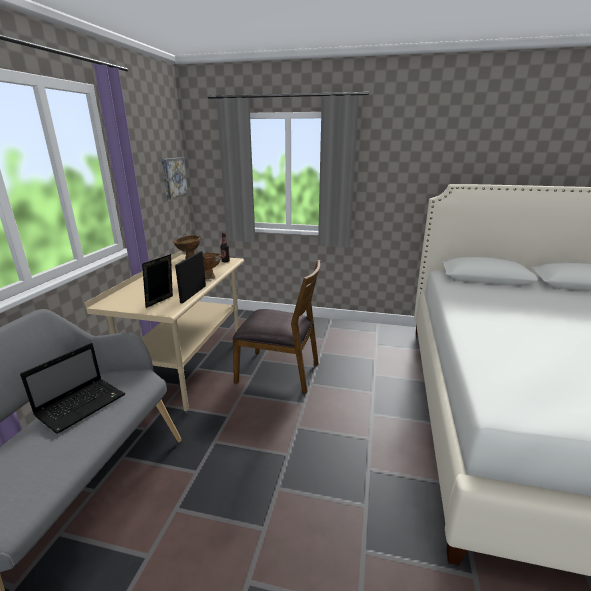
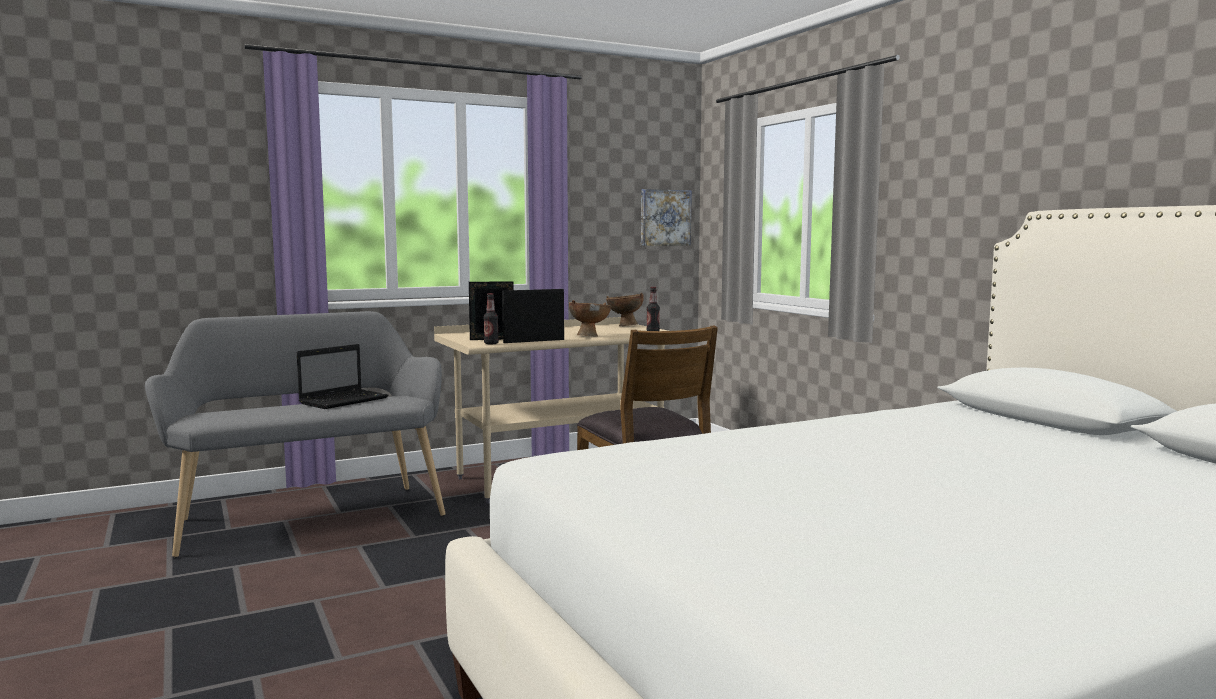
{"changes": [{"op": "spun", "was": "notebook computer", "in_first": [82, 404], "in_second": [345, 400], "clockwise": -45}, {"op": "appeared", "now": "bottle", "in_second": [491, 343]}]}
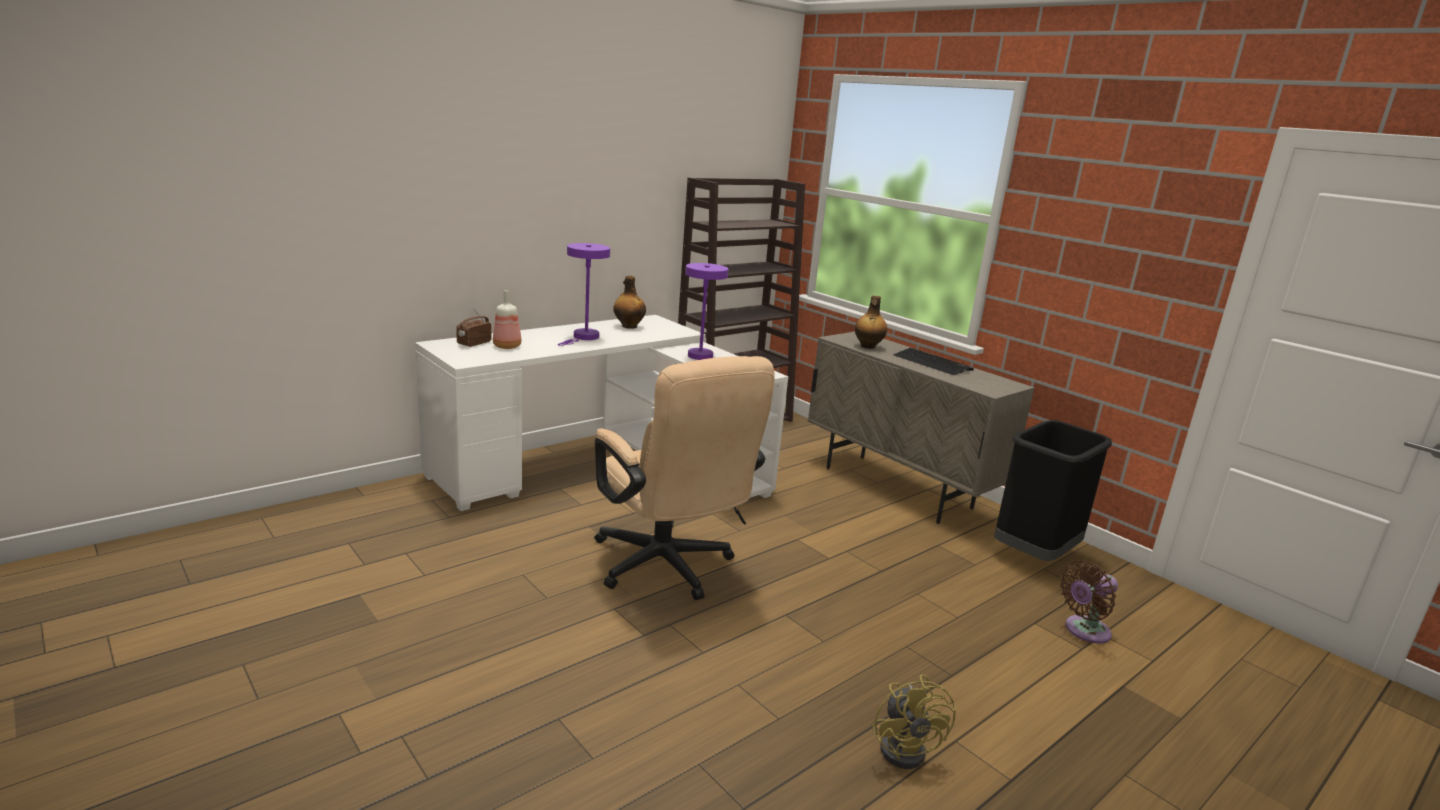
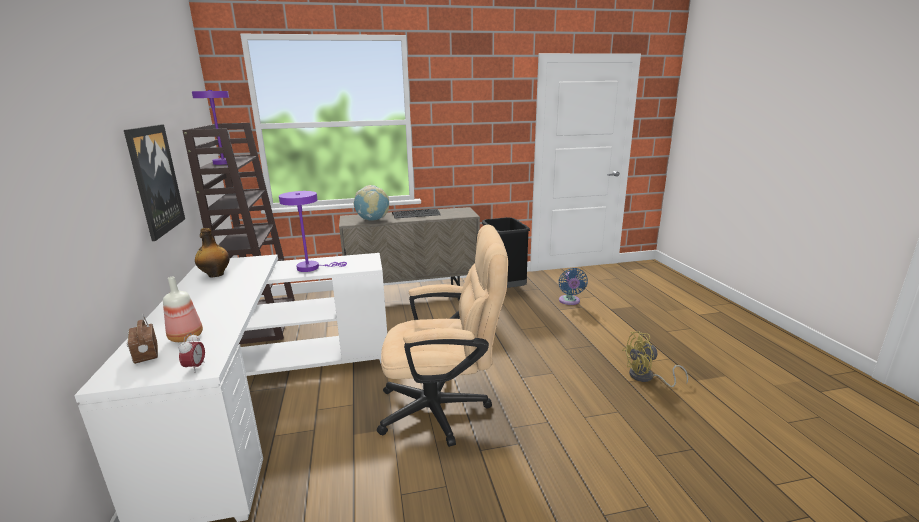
{"changes": [{"op": "relocated", "was": "purplish lamp for a table", "in_first": [584, 337], "in_second": [225, 163]}, {"op": "exchanged", "was": "bottle", "now": "globe", "in_first": [867, 346], "in_second": [373, 220]}, {"op": "colour", "was": "brownish cooling fan", "now": "bluish cooling fan", "in_first": [1084, 631], "in_second": [569, 301]}, {"op": "spun", "was": "yellow-coloured cooling fan", "in_first": [907, 748], "in_second": [646, 378], "clockwise": 150}, {"op": "appeared", "now": "wall art", "in_second": [154, 180]}, {"op": "appeared", "now": "alarm clock", "in_second": [195, 367]}]}
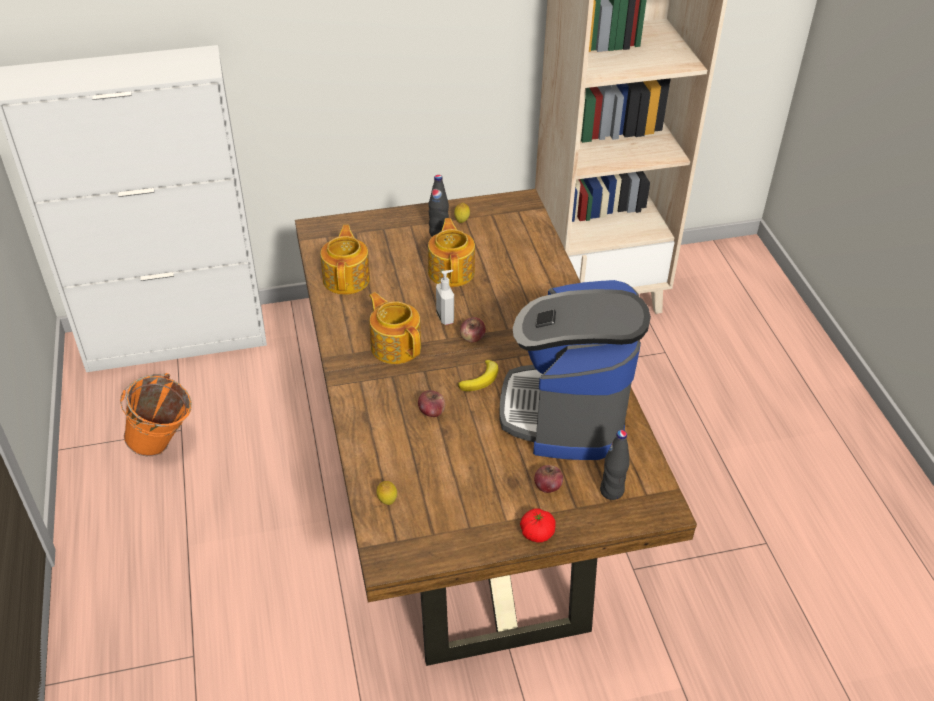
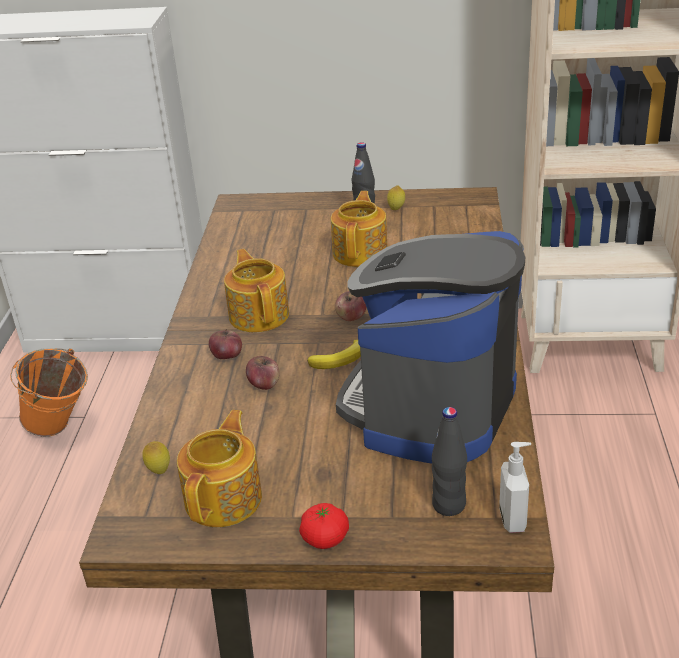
{"changes": [{"op": "relocated", "was": "teapot", "in_first": [347, 278], "in_second": [225, 498]}, {"op": "relocated", "was": "soap dispenser", "in_first": [445, 317], "in_second": [514, 519]}, {"op": "relocated", "was": "apple fruit", "in_first": [547, 486], "in_second": [227, 356]}]}
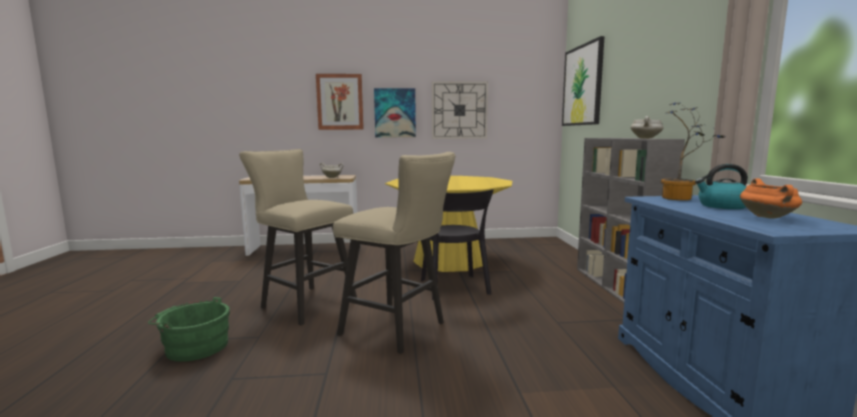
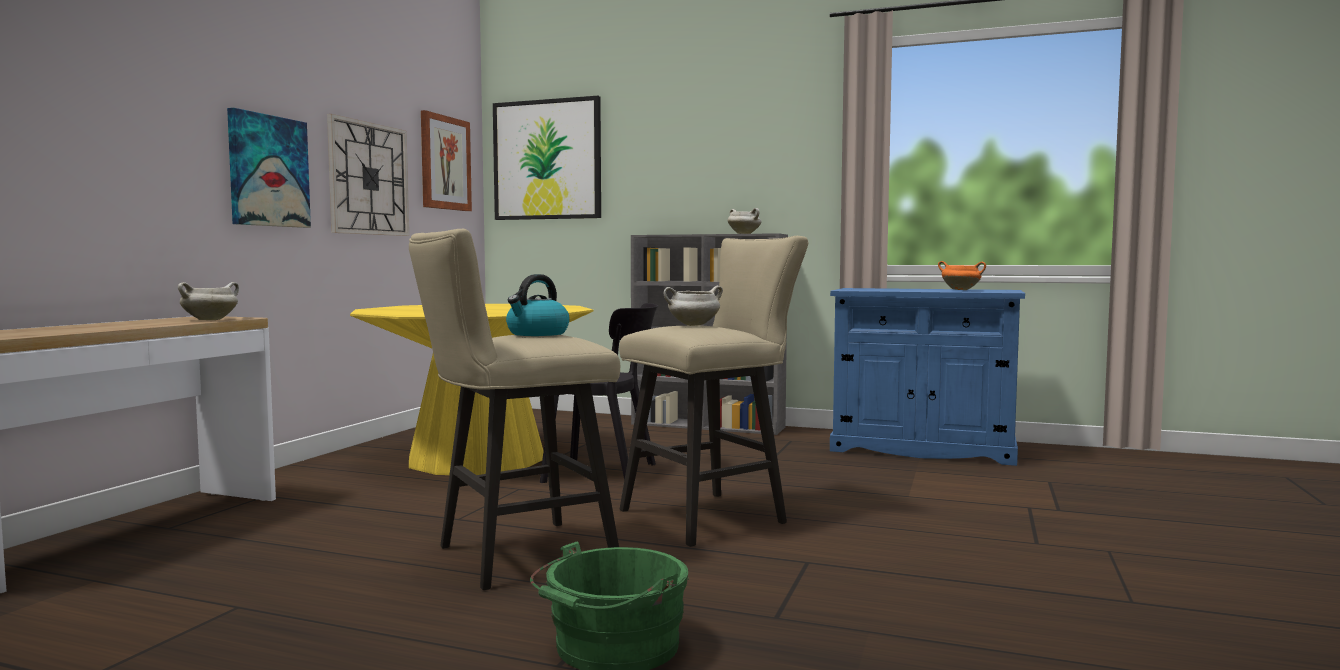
{"changes": [{"op": "relocated", "was": "wall art", "in_first": [340, 102], "in_second": [445, 163]}, {"op": "missing", "was": "plant in a pot", "in_first": [681, 198]}, {"op": "relocated", "was": "water kettle", "in_first": [722, 206], "in_second": [537, 334]}, {"op": "appeared", "now": "whitish stockpot", "in_second": [693, 325]}]}
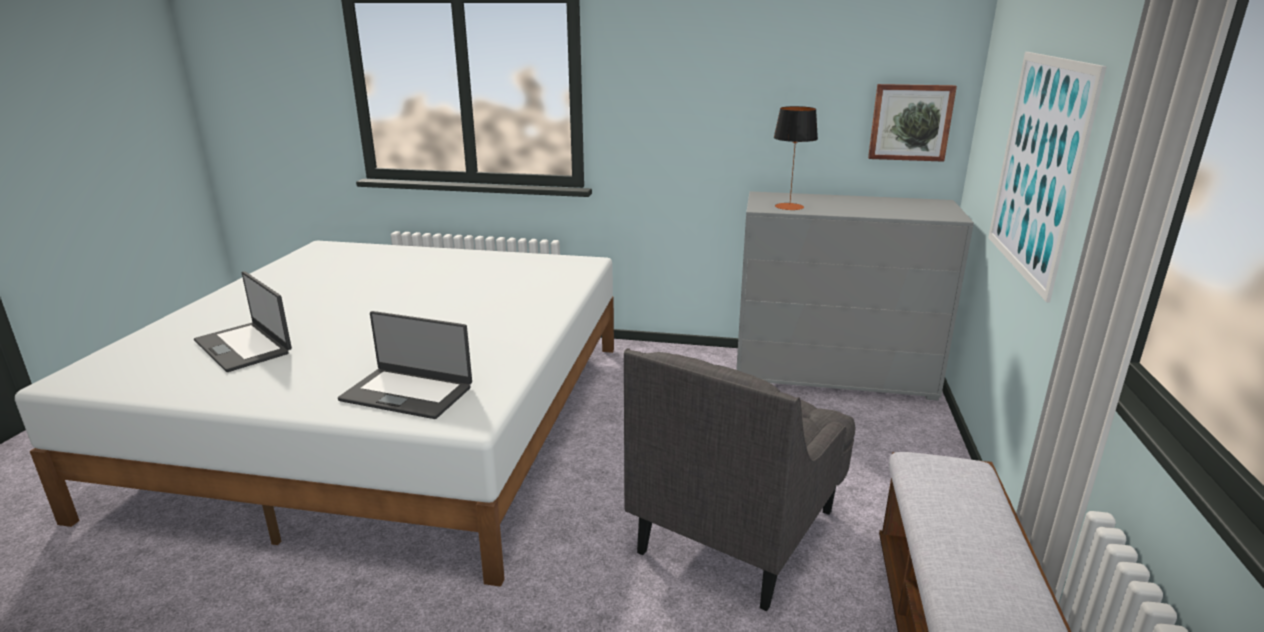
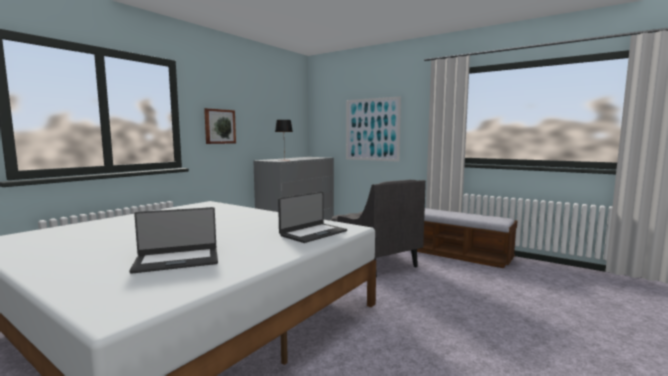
{"changes": [{"op": "relocated", "was": "wall art", "in_first": [910, 122], "in_second": [219, 126]}]}
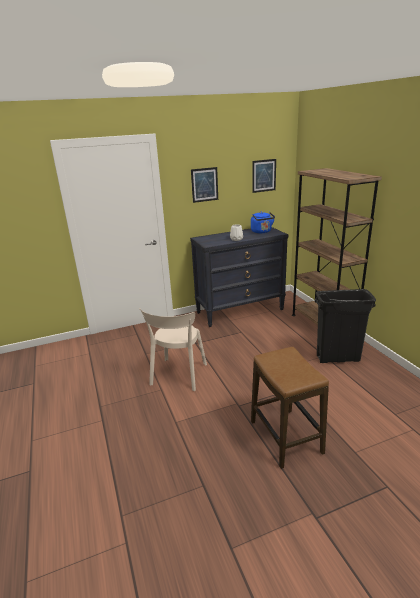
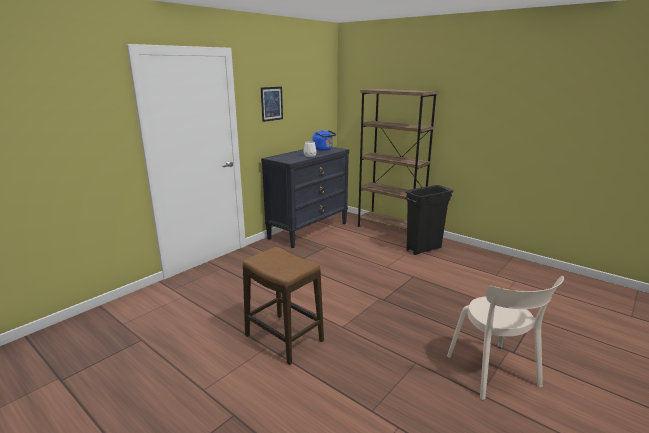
{"changes": [{"op": "missing", "was": "wall art", "in_first": [264, 175]}, {"op": "relocated", "was": "beige-coloured plain chair", "in_first": [178, 376], "in_second": [494, 373]}, {"op": "relocated", "was": "sitting stool", "in_first": [285, 437], "in_second": [283, 338]}]}
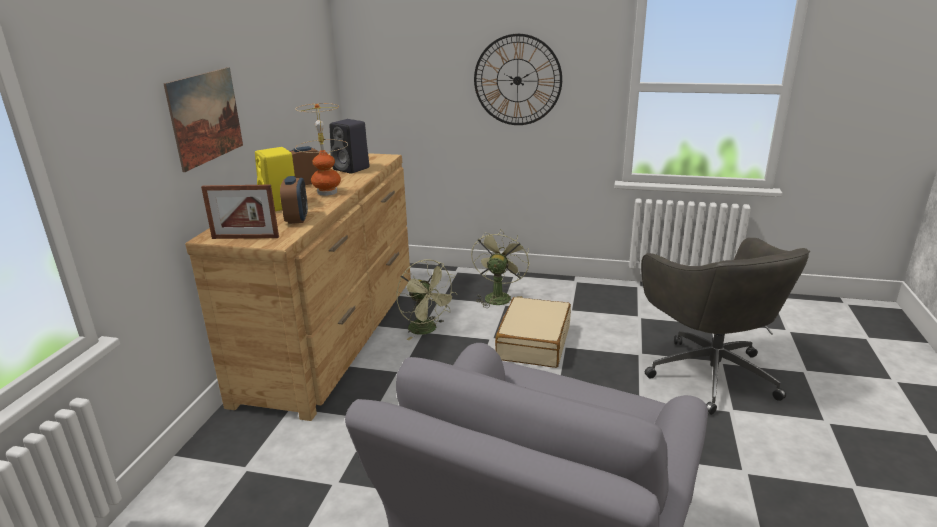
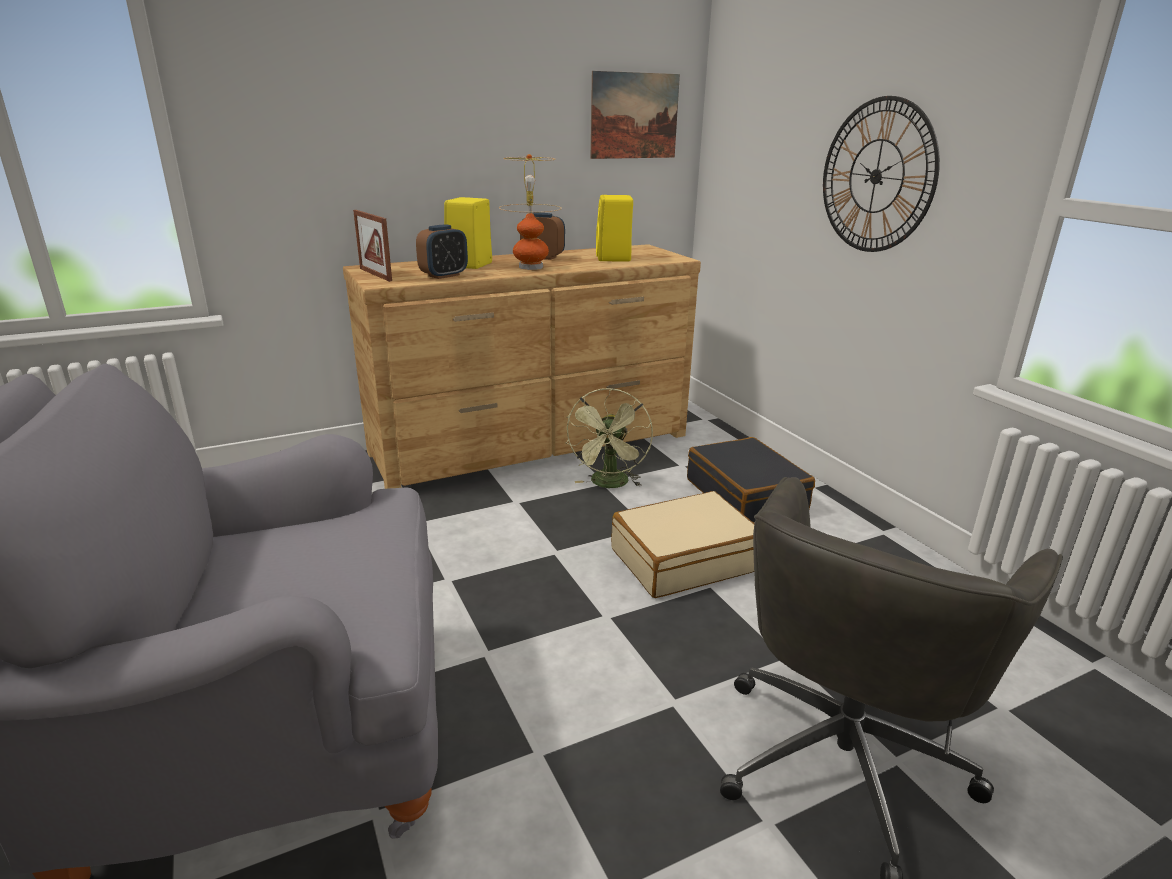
{"changes": [{"op": "relocated", "was": "wall art", "in_first": [206, 117], "in_second": [634, 116]}, {"op": "colour", "was": "blackish speaker", "now": "yellow-coloured speaker", "in_first": [352, 169], "in_second": [614, 258]}, {"op": "exchanged", "was": "green-coloured cooling fan", "now": "blackish piece of luggage", "in_first": [498, 296], "in_second": [746, 495]}]}
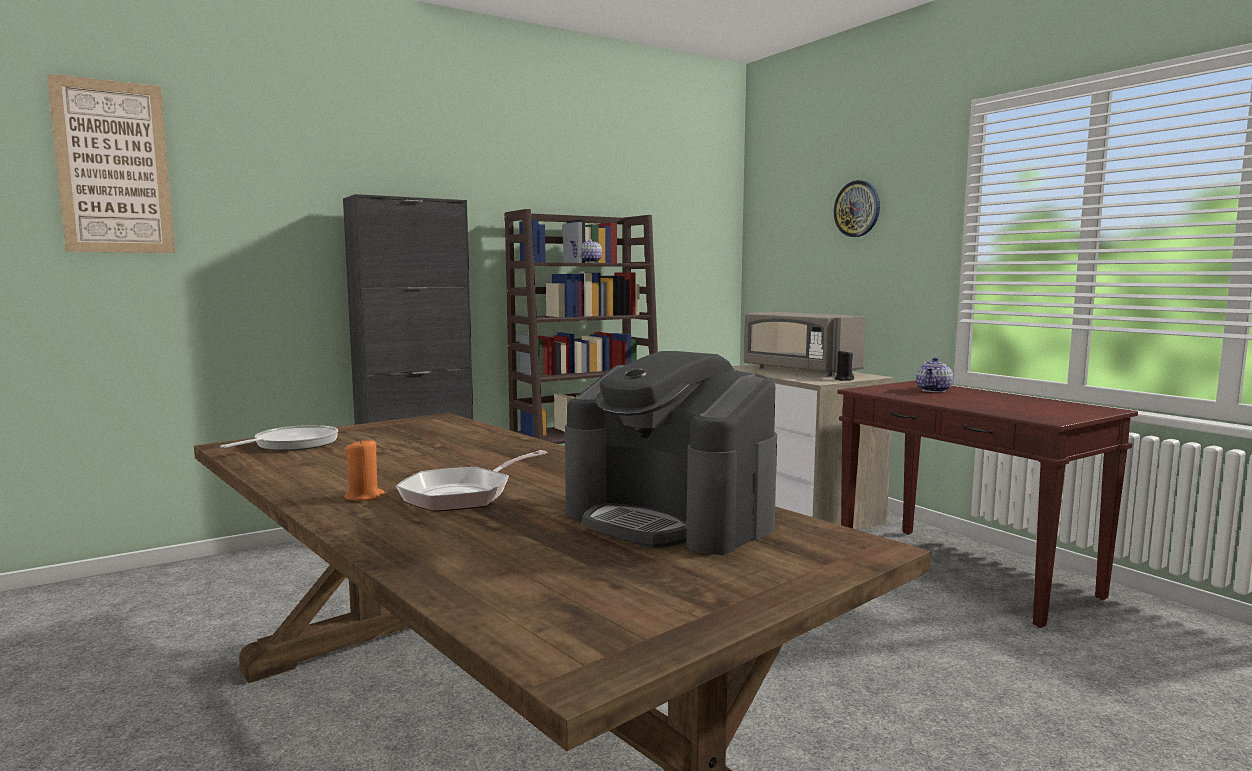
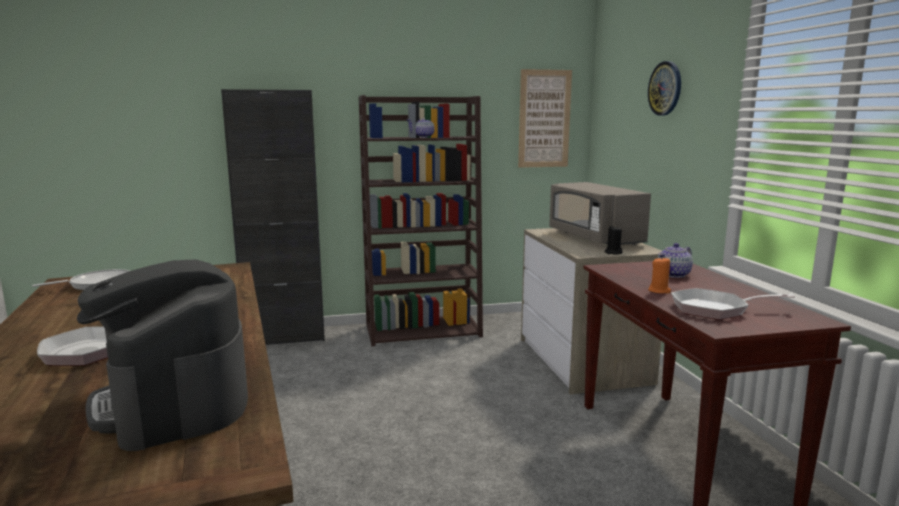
{"changes": [{"op": "relocated", "was": "wall art", "in_first": [114, 167], "in_second": [544, 119]}, {"op": "relocated", "was": "orange-coloured candle", "in_first": [364, 496], "in_second": [659, 291]}, {"op": "appeared", "now": "skillet", "in_second": [714, 309]}]}
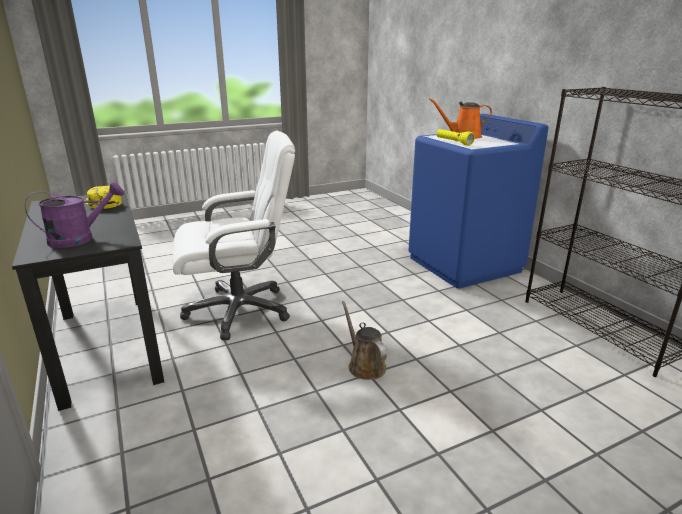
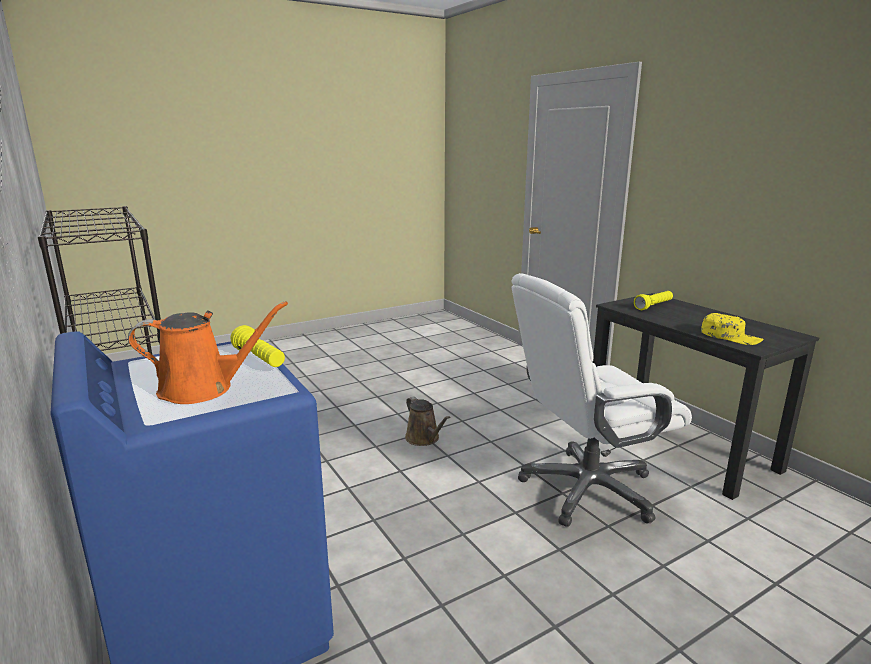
{"changes": [{"op": "exchanged", "was": "purplish watering can", "now": "yellow-coloured hand torch", "in_first": [80, 238], "in_second": [653, 306]}]}
